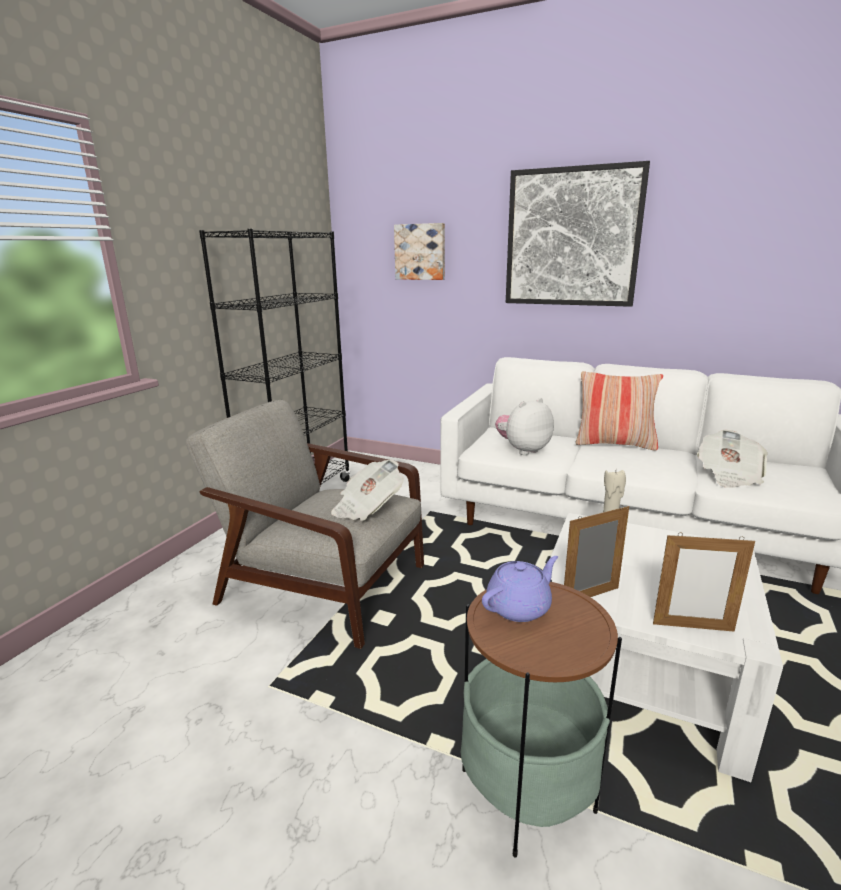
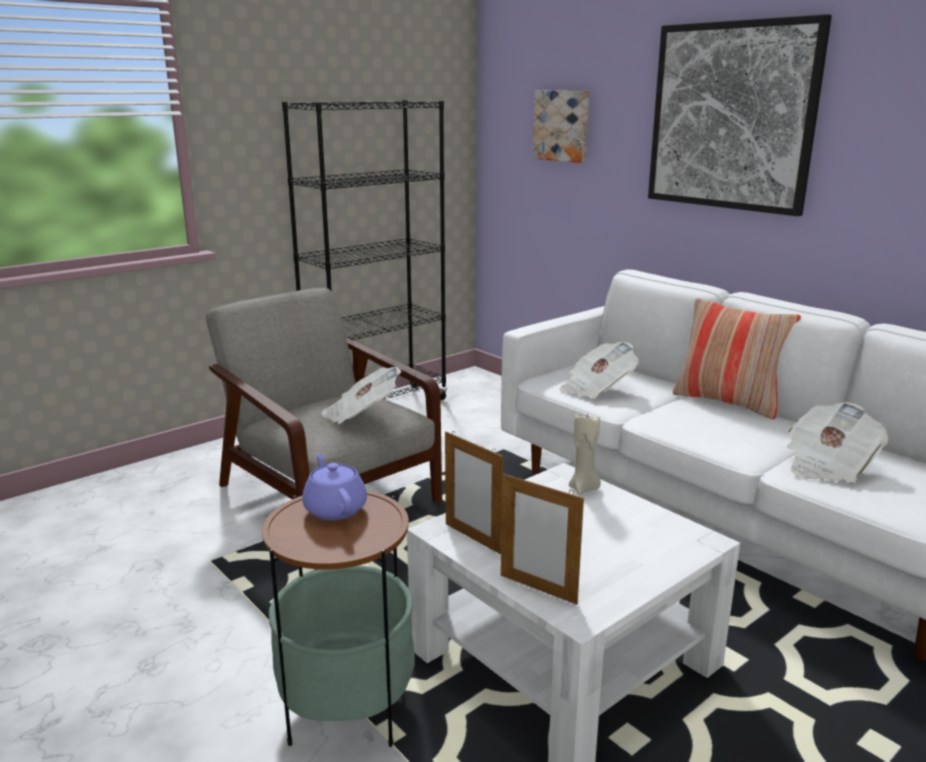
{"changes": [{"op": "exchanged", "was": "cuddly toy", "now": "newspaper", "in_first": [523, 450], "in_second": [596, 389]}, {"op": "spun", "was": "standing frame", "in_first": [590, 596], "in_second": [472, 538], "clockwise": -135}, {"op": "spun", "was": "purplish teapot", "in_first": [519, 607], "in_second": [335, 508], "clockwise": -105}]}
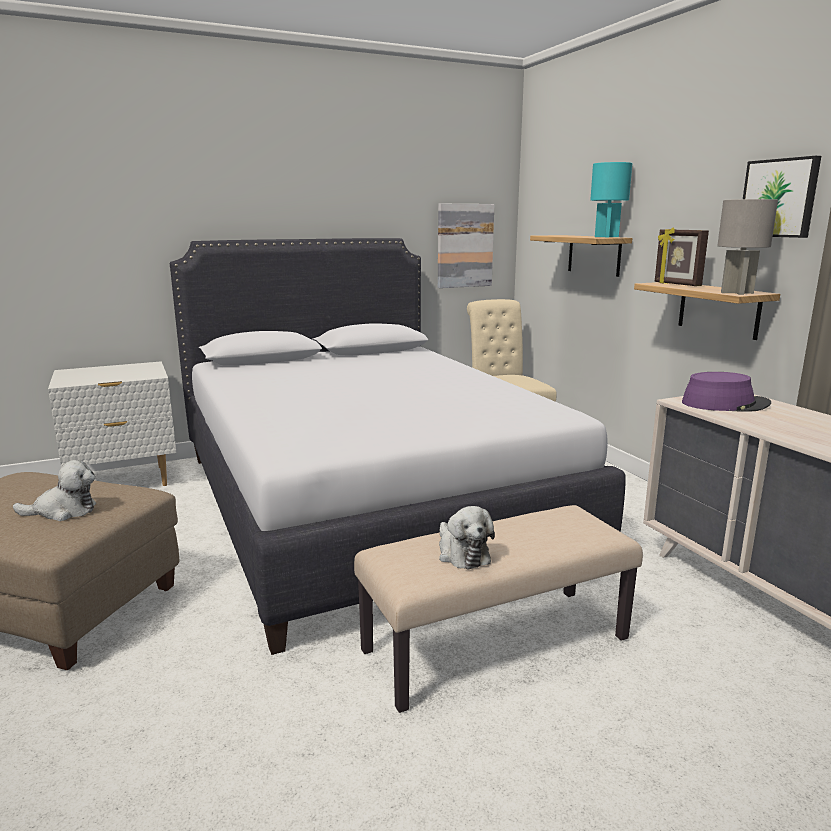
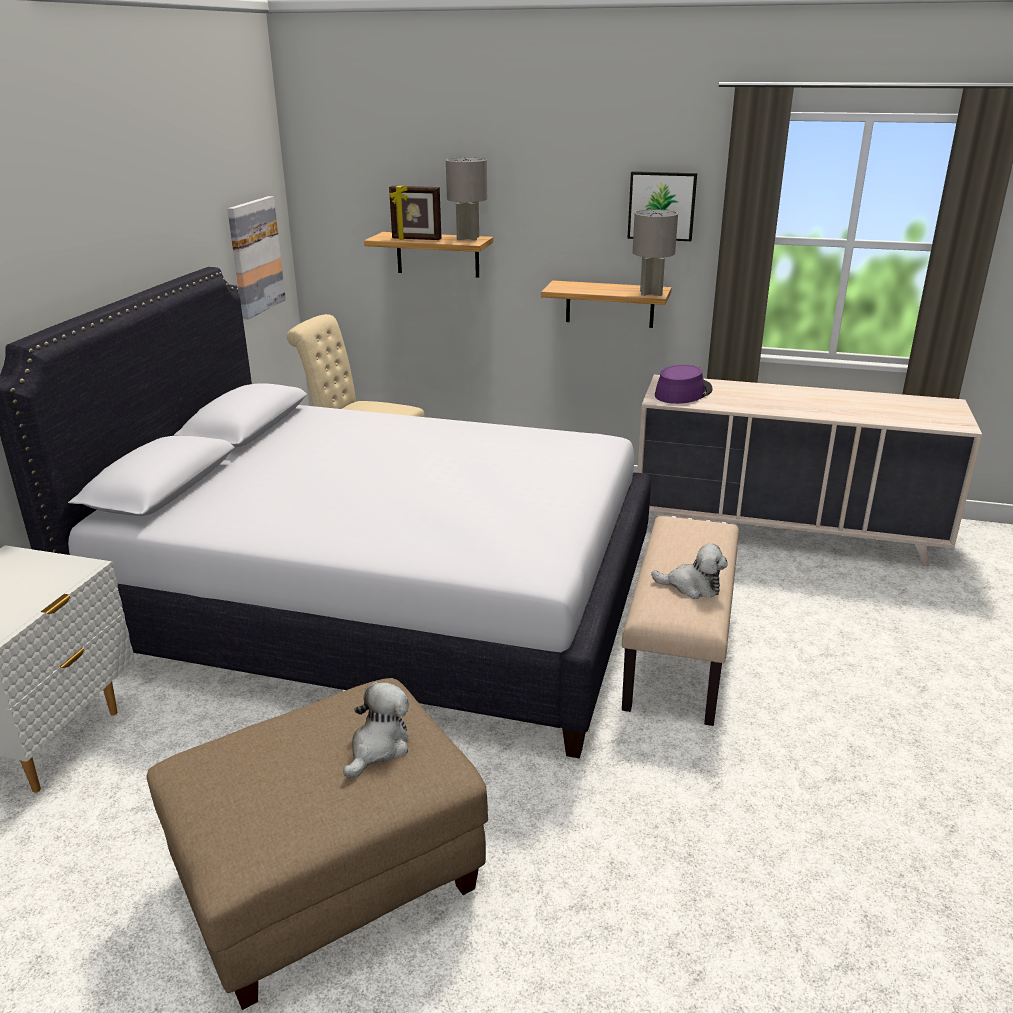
{"changes": [{"op": "colour", "was": "blue-green lamp for a table", "now": "greyish lamp for a table", "in_first": [606, 237], "in_second": [468, 238]}, {"op": "relocated", "was": "standing frame", "in_first": [676, 284], "in_second": [416, 239]}]}
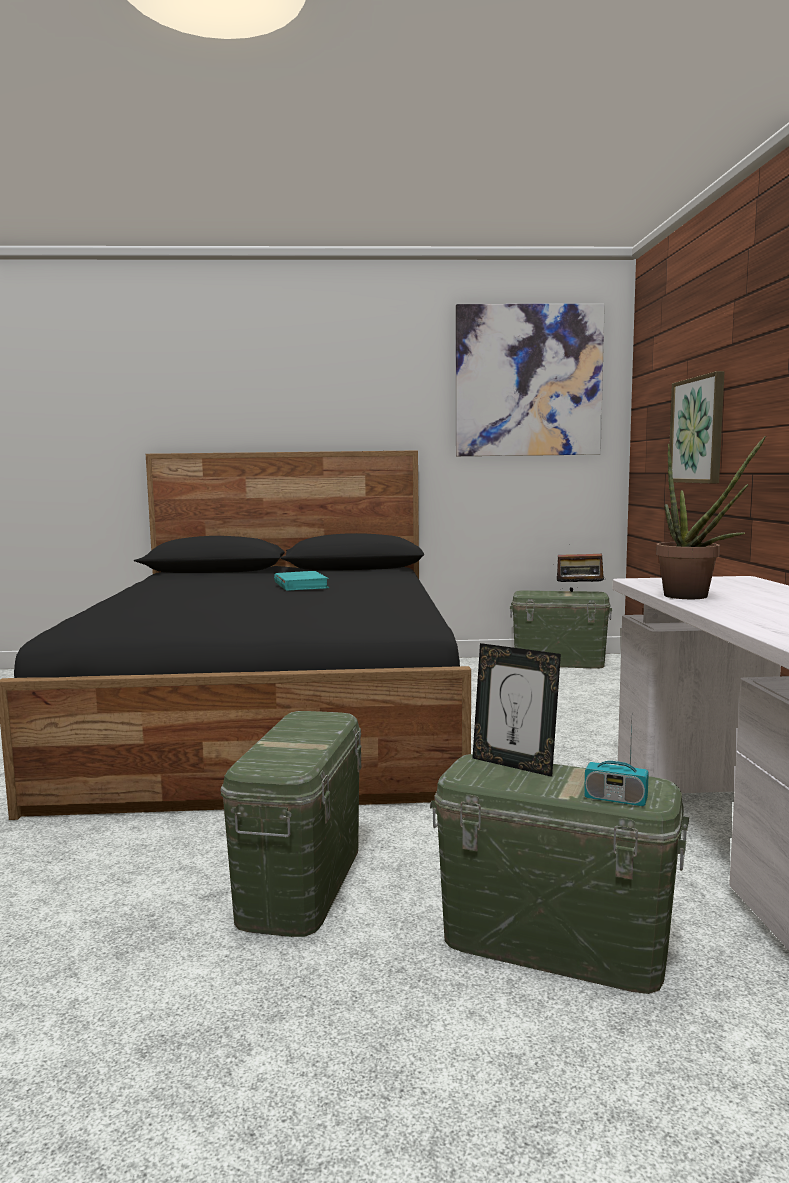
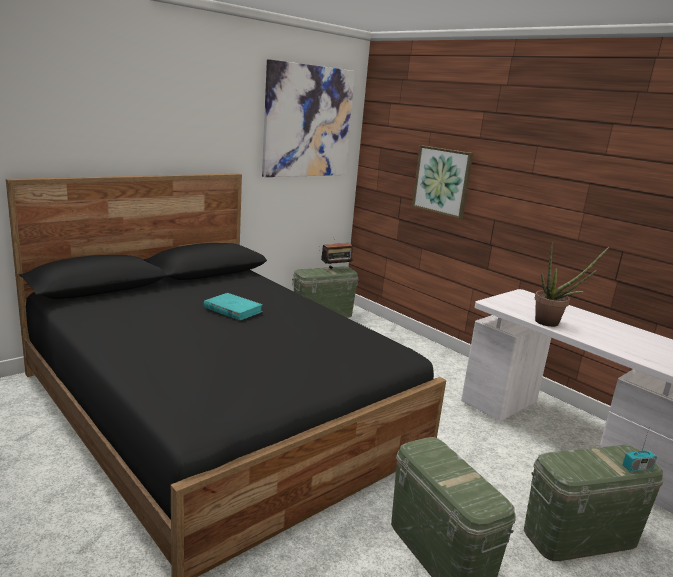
{"changes": [{"op": "missing", "was": "standing frame", "in_first": [514, 765]}]}
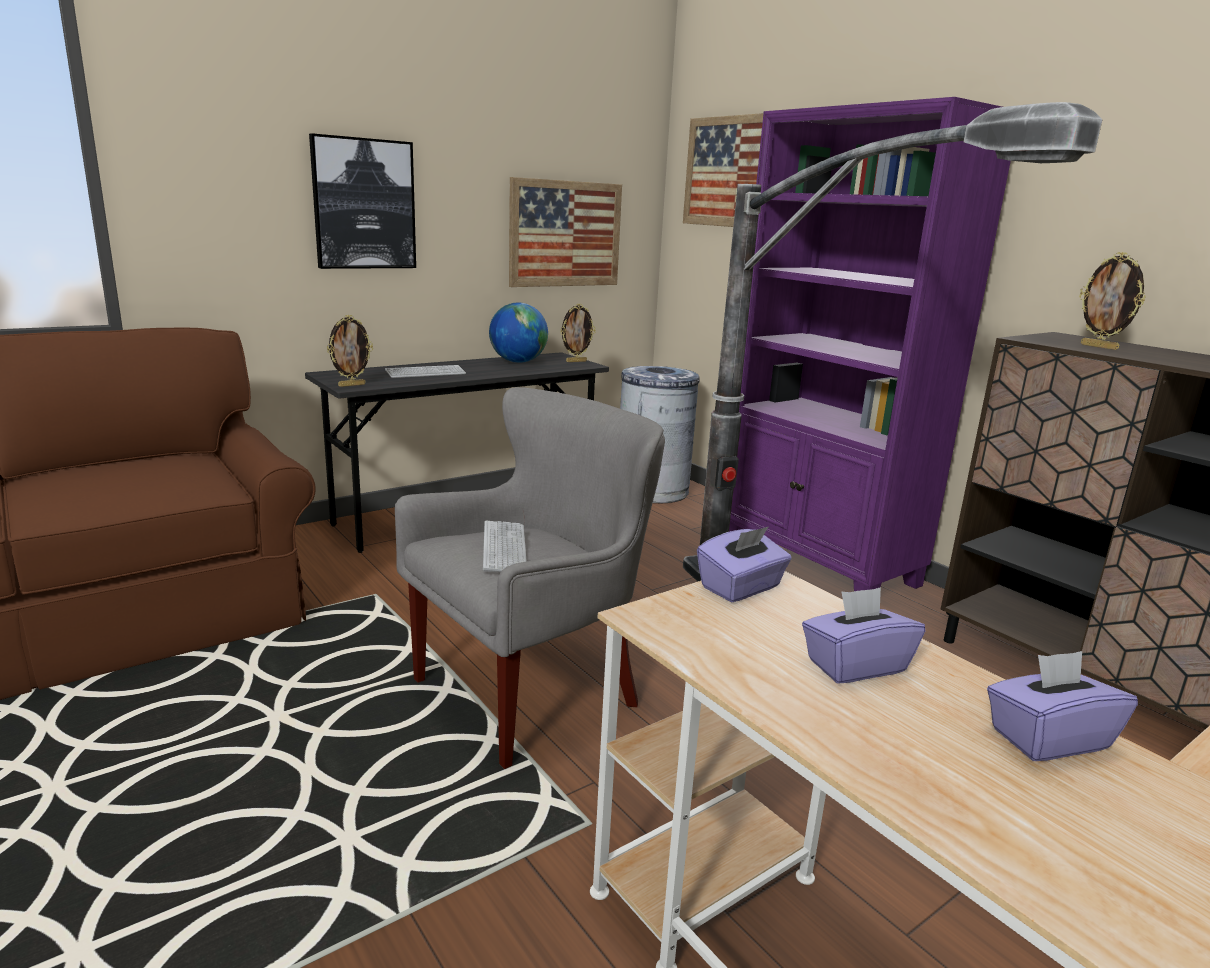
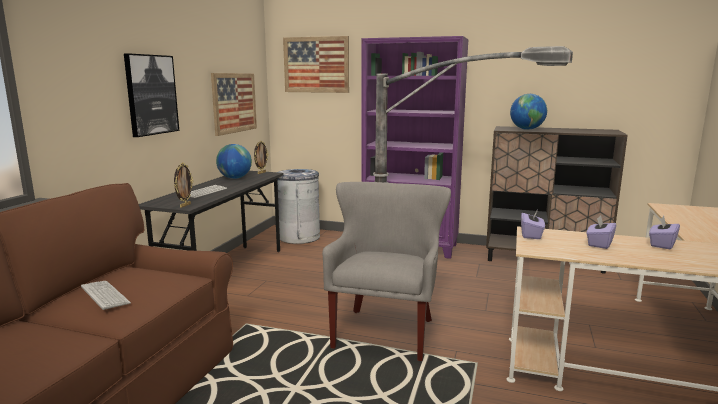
{"changes": [{"op": "exchanged", "was": "standing frame", "now": "globe", "in_first": [1099, 347], "in_second": [527, 129]}, {"op": "relocated", "was": "computer keyboard", "in_first": [504, 548], "in_second": [105, 295]}]}
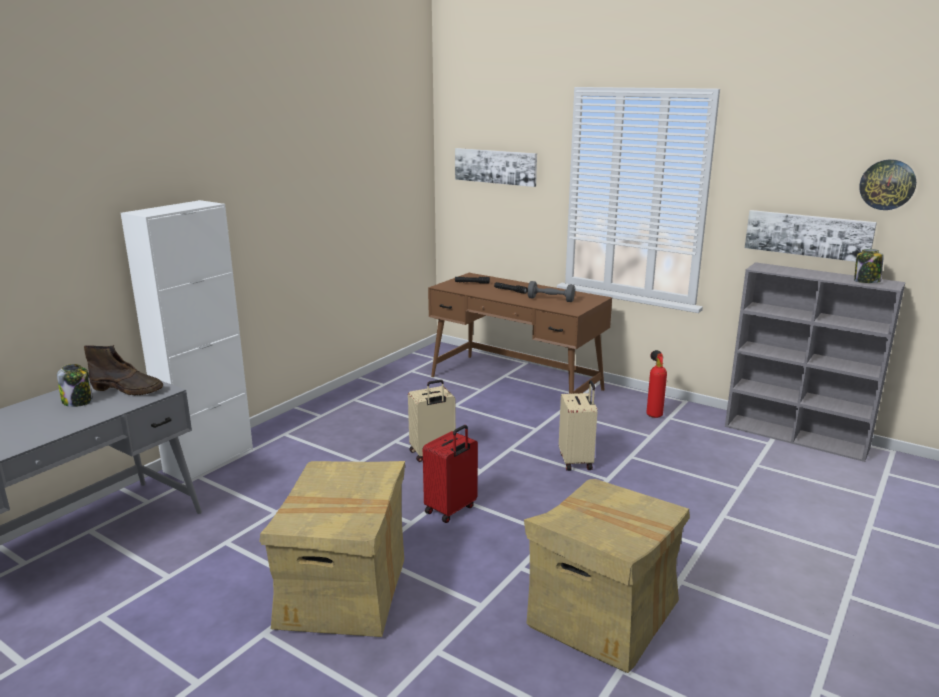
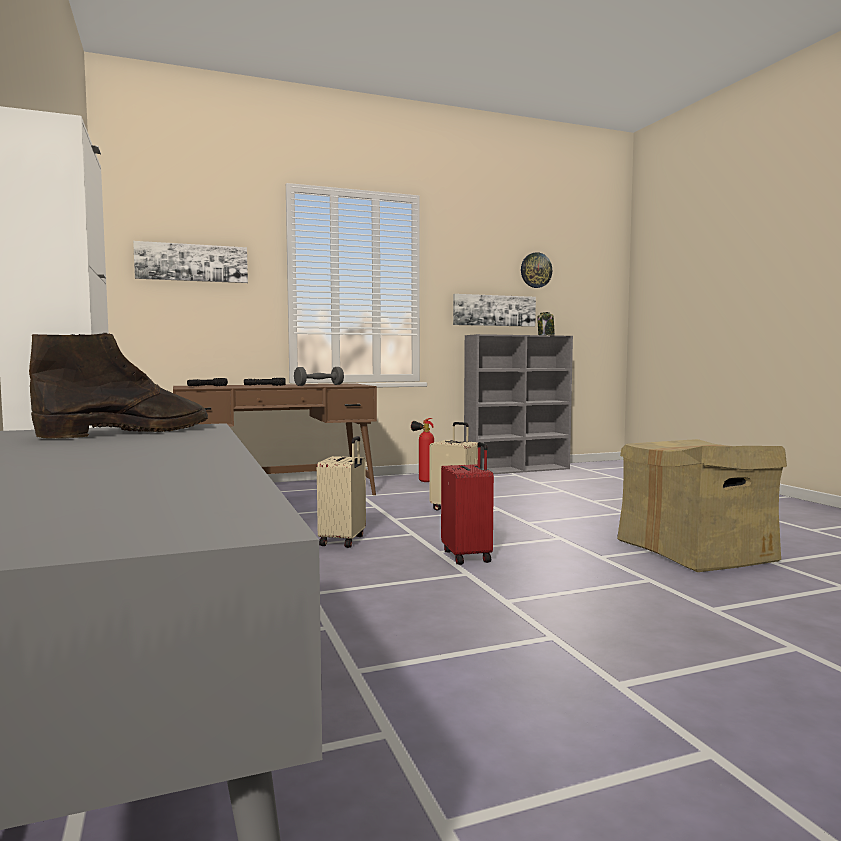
{"changes": [{"op": "missing", "was": "jar", "in_first": [78, 401]}, {"op": "missing", "was": "packing box", "in_first": [343, 593]}]}
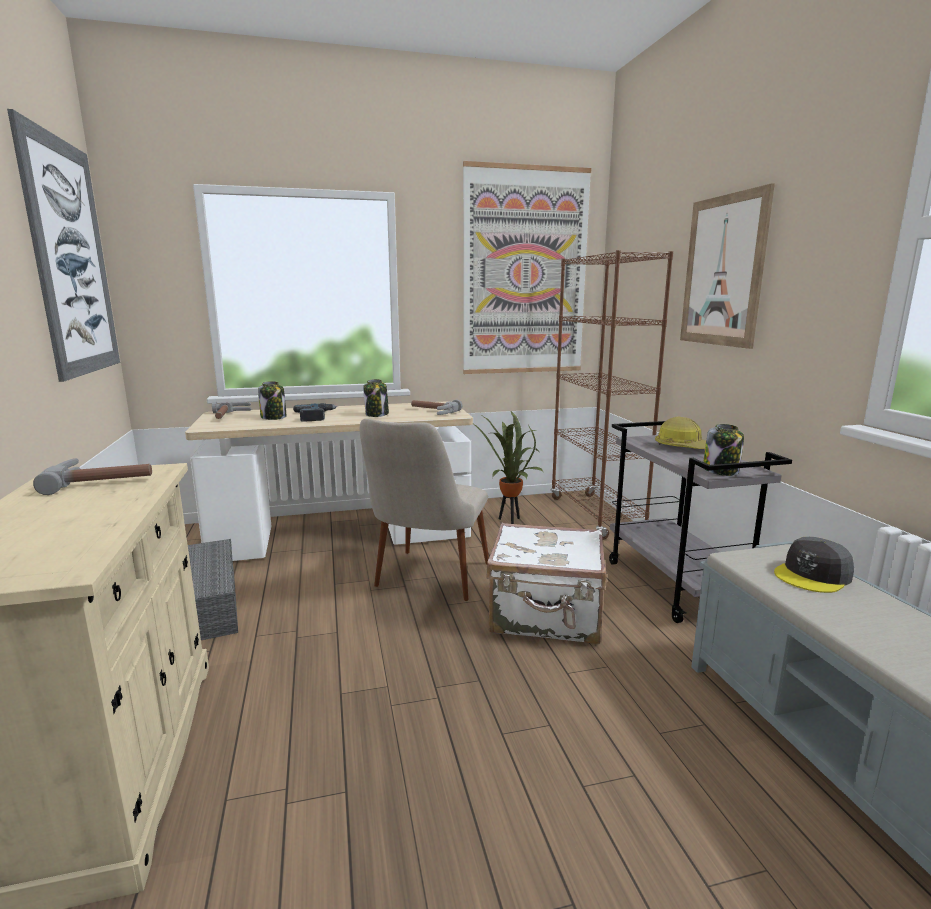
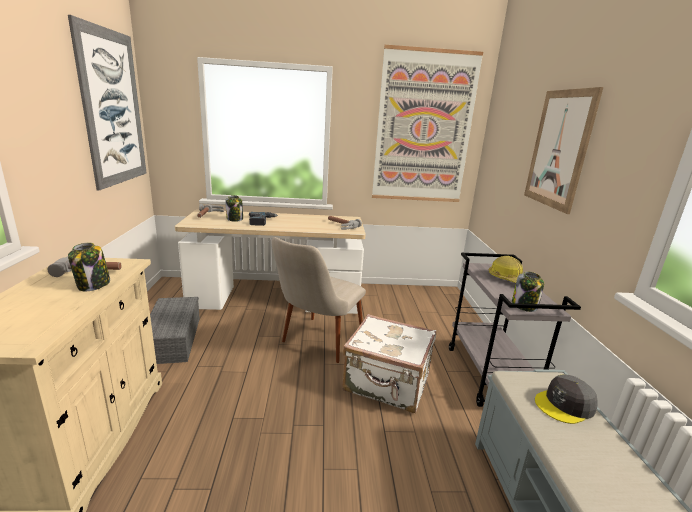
{"changes": [{"op": "missing", "was": "brownish bookcase", "in_first": [595, 516]}, {"op": "relocated", "was": "jar", "in_first": [377, 414], "in_second": [93, 285]}, {"op": "missing", "was": "plant in a pot", "in_first": [509, 521]}]}
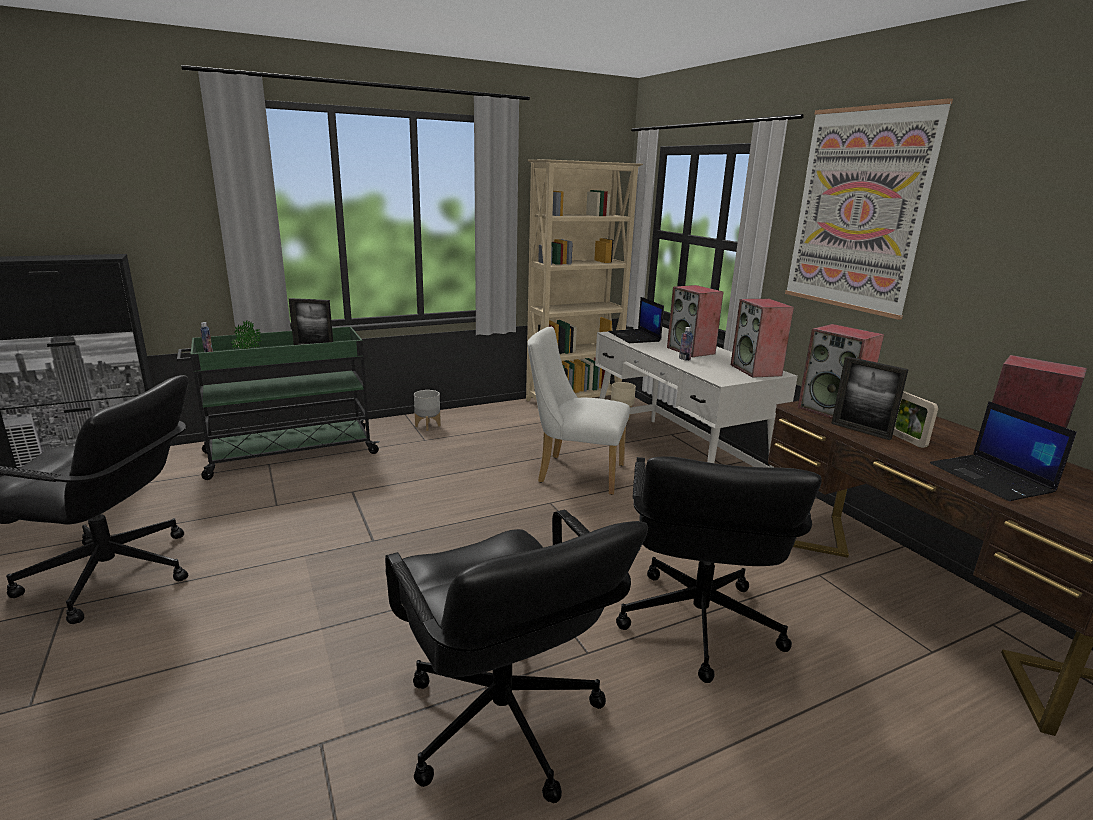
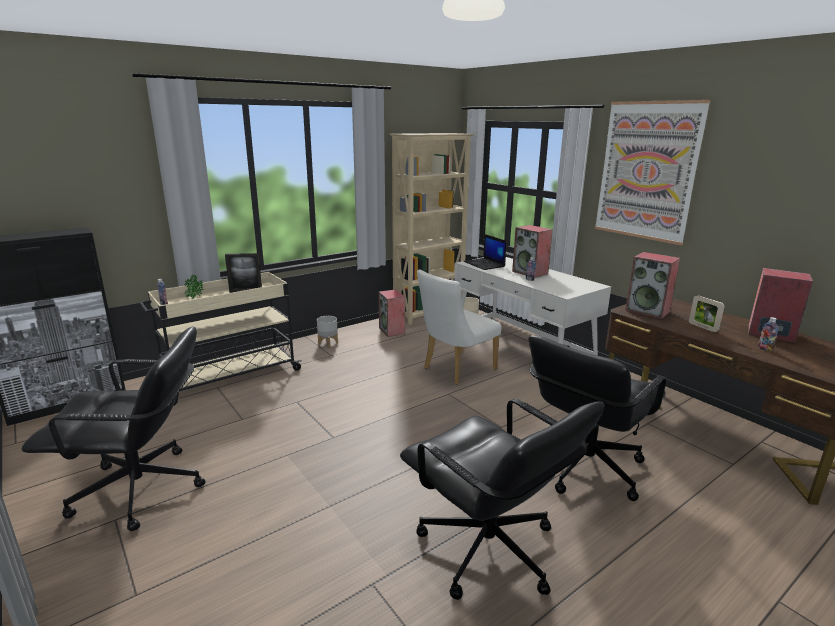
{"changes": [{"op": "relocated", "was": "speaker", "in_first": [756, 370], "in_second": [392, 331]}, {"op": "colour", "was": "green-coloured wheeled cart", "now": "beige-coloured wheeled cart", "in_first": [289, 453], "in_second": [229, 377]}, {"op": "spun", "was": "whitish plain chair", "in_first": [574, 473], "in_second": [455, 369], "clockwise": -45}, {"op": "missing", "was": "standing frame", "in_first": [860, 431]}, {"op": "exchanged", "was": "notebook computer", "now": "bottle", "in_first": [992, 478], "in_second": [764, 349]}, {"op": "spun", "was": "blackish office chair", "in_first": [697, 624], "in_second": [585, 466], "clockwise": 45}]}
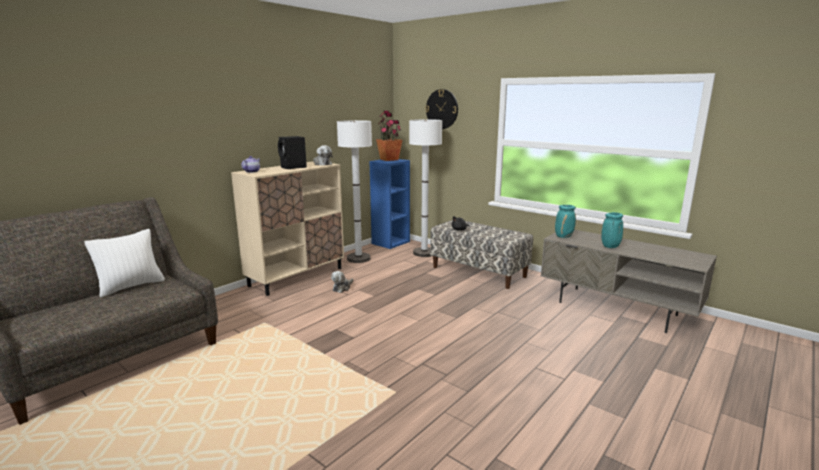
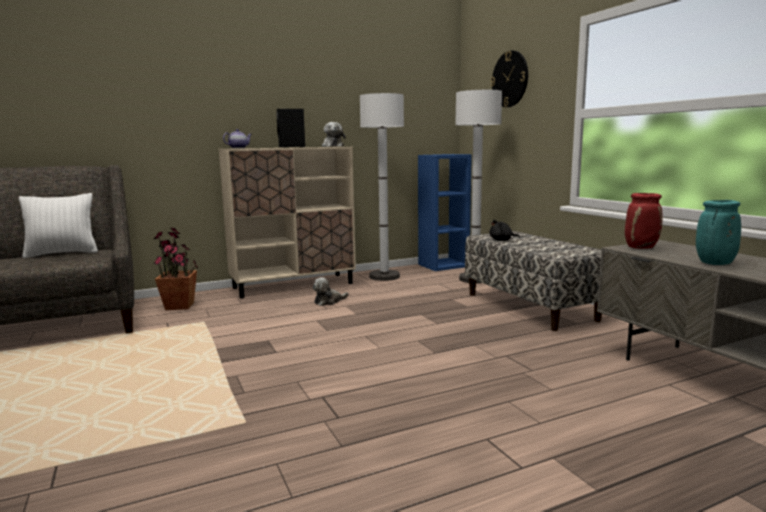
{"changes": [{"op": "relocated", "was": "plant in a pot", "in_first": [389, 159], "in_second": [179, 306]}, {"op": "colour", "was": "blue-green flower vase", "now": "reddish flower vase", "in_first": [563, 236], "in_second": [641, 247]}]}
